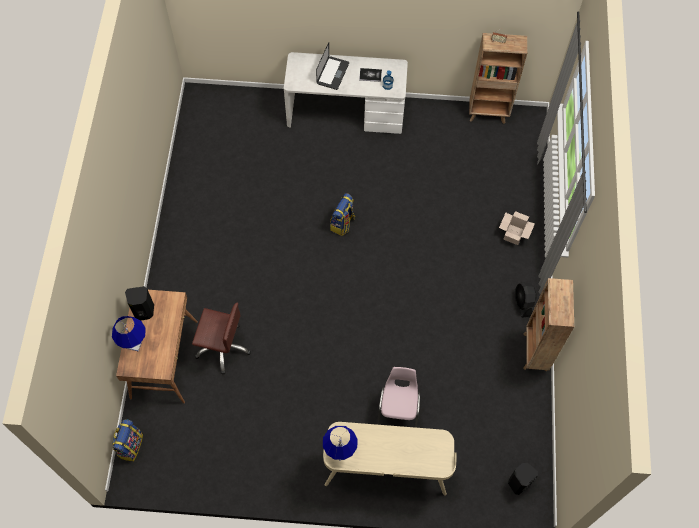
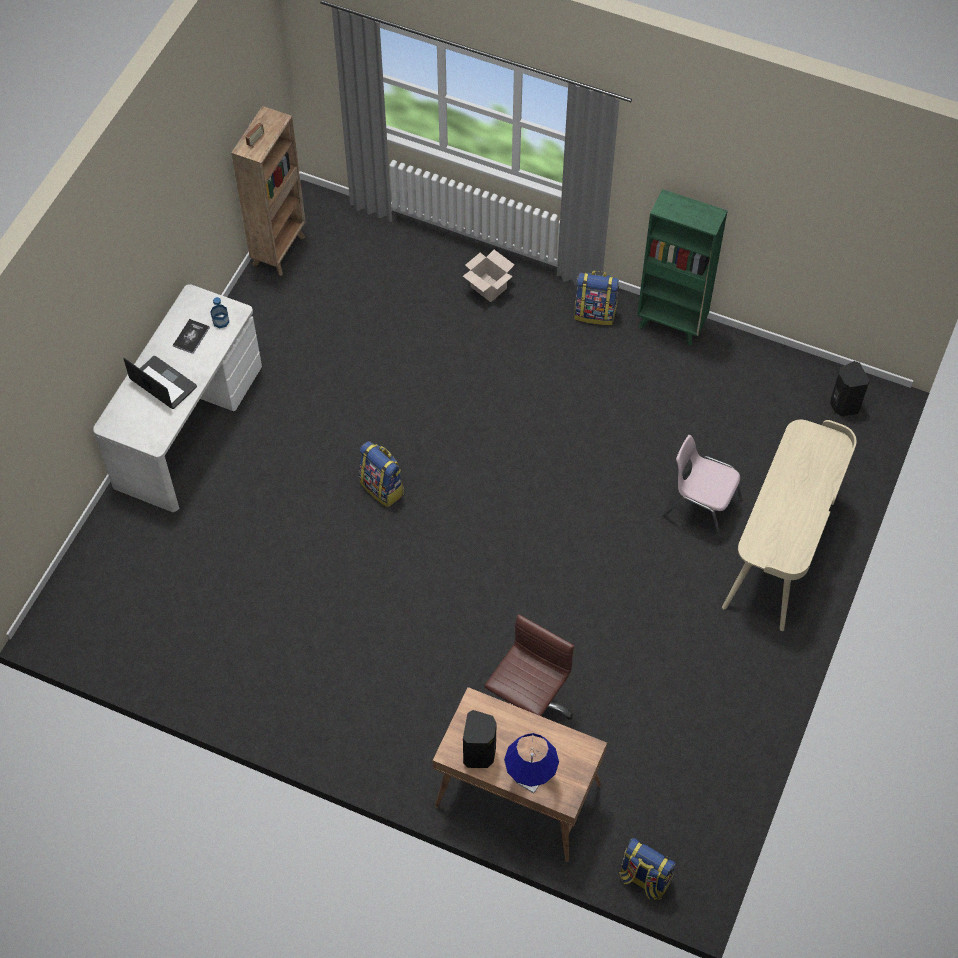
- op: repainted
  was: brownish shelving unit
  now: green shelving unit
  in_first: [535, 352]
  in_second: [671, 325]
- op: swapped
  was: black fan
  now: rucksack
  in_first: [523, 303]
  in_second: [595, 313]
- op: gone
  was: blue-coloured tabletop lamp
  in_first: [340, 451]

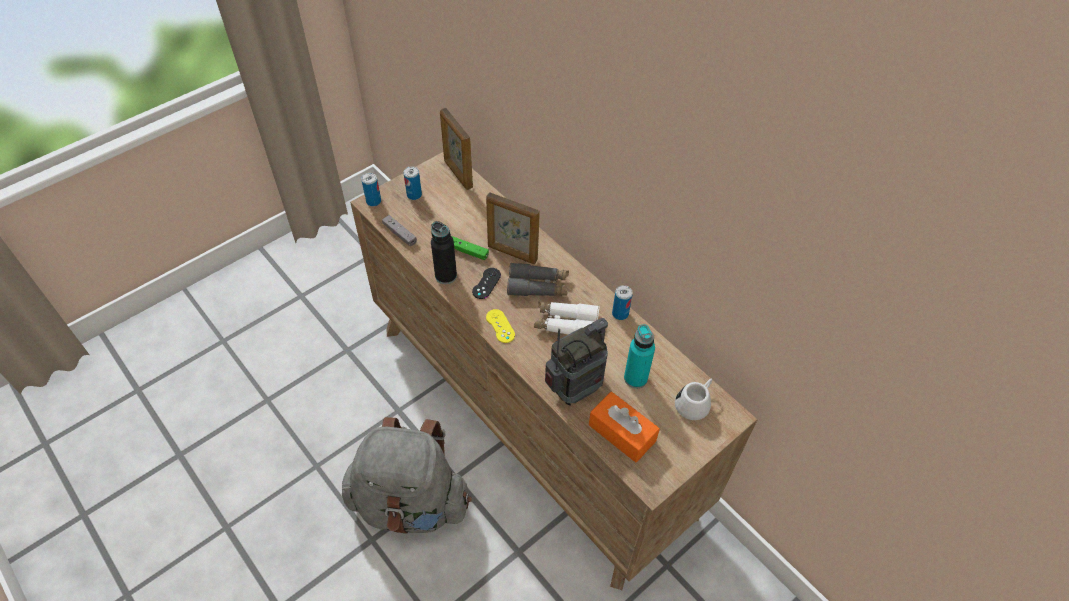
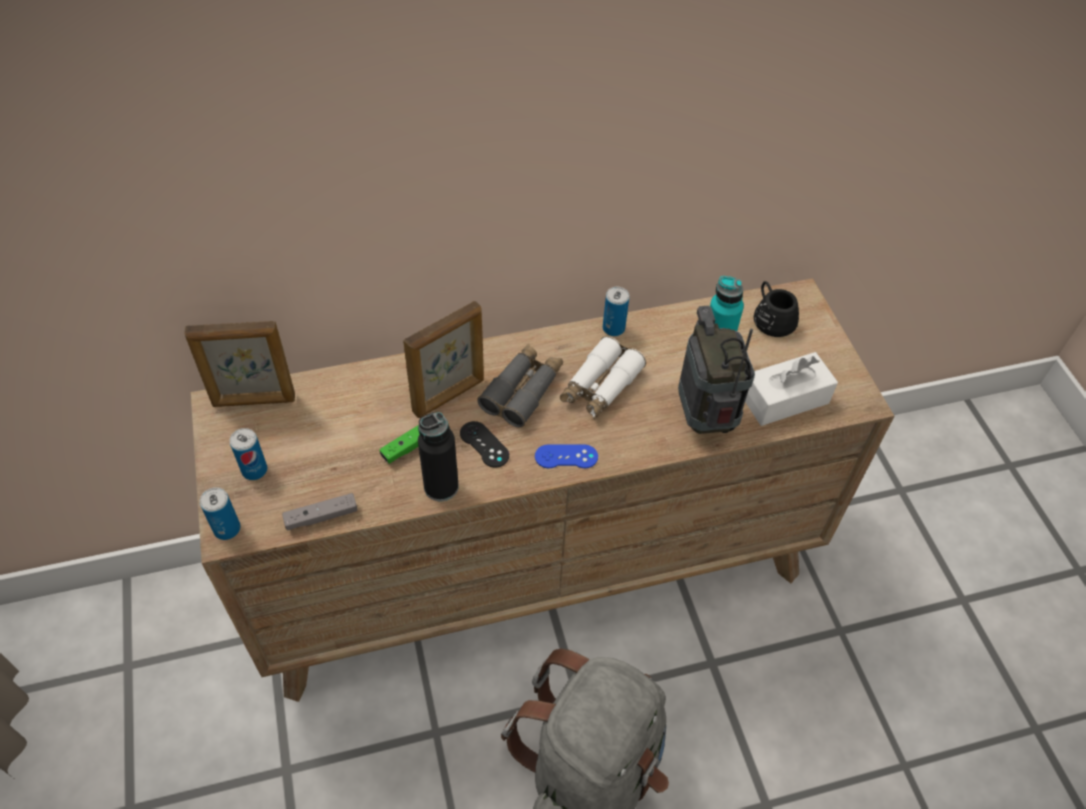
- op: repainted
  was: yellow game controller
  now: blue-coloured game controller
  in_first: [500, 326]
  in_second: [566, 457]
- op: repainted
  was: whitish tea mug
  now: black tea mug
  in_first: [694, 403]
  in_second: [771, 318]
- op: repainted
  was: orange-coloured tissue holder
  now: whitish tissue holder
  in_first: [622, 433]
  in_second: [784, 399]

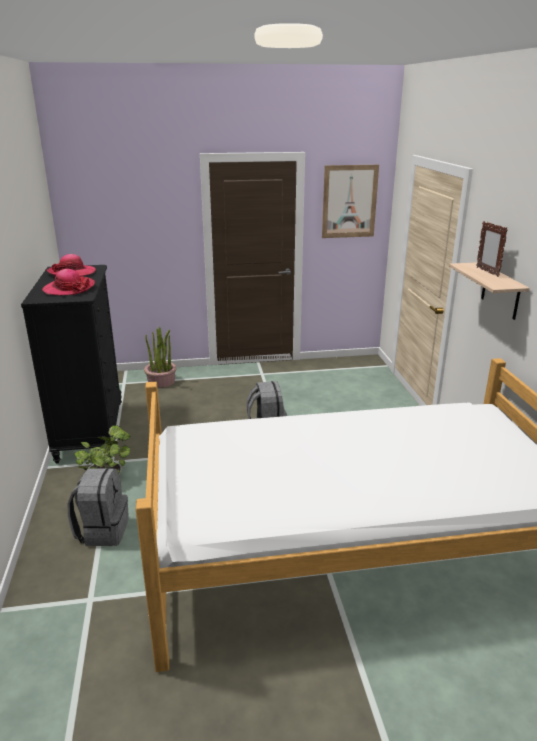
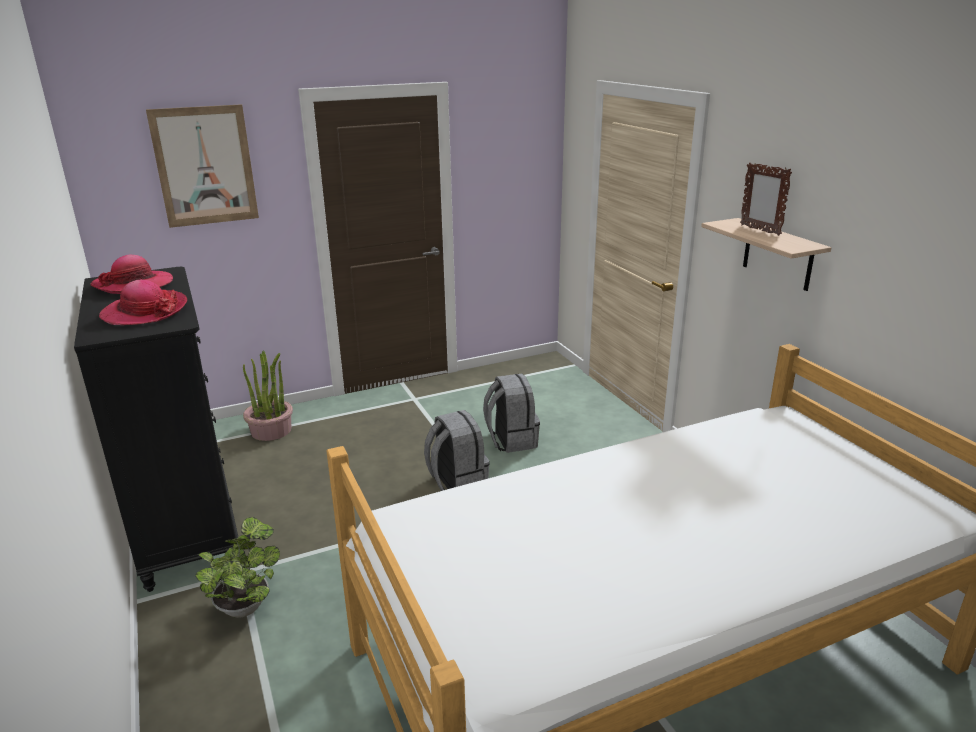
- op: shifted
  was: wall picture
  in_first: [349, 201]
  in_second: [205, 166]
- op: shifted
  was: greyish rucksack
  in_first: [102, 530]
  in_second: [511, 440]

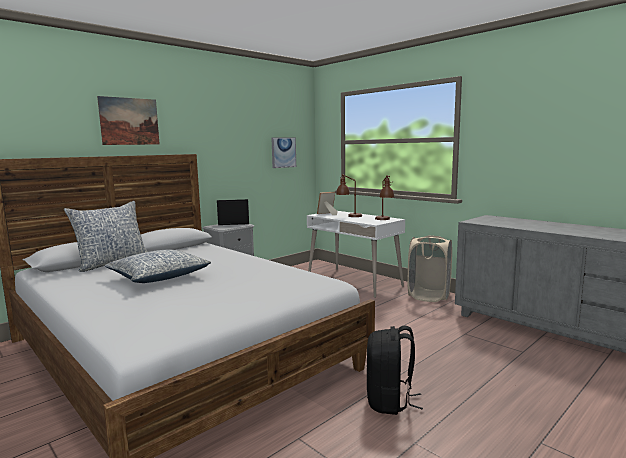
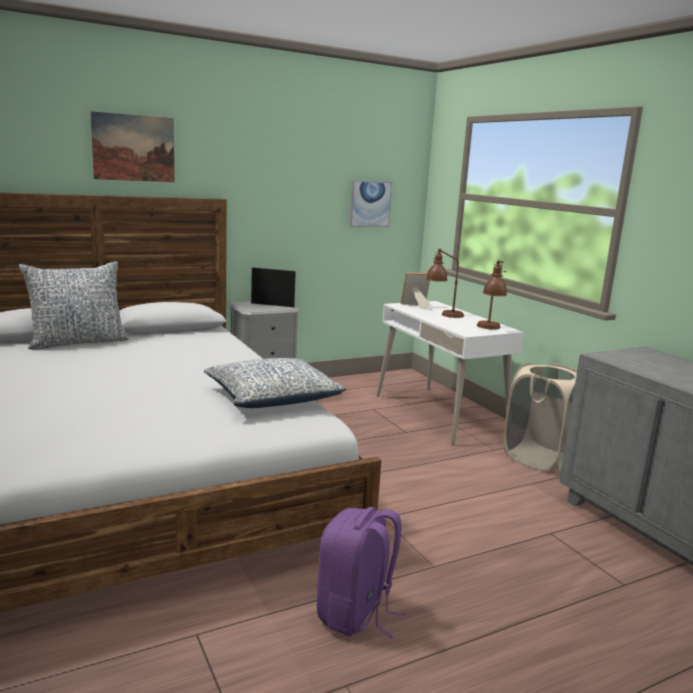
- op: shifted
  was: throw pillow
  in_first: [159, 277]
  in_second: [273, 398]
- op: repainted
  was: black rucksack
  now: purple-coloured rucksack
  in_first: [390, 401]
  in_second: [356, 614]

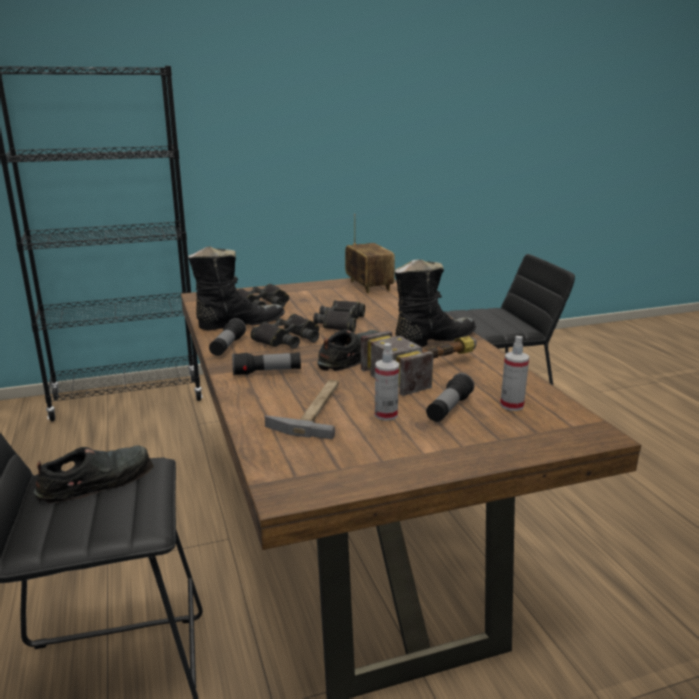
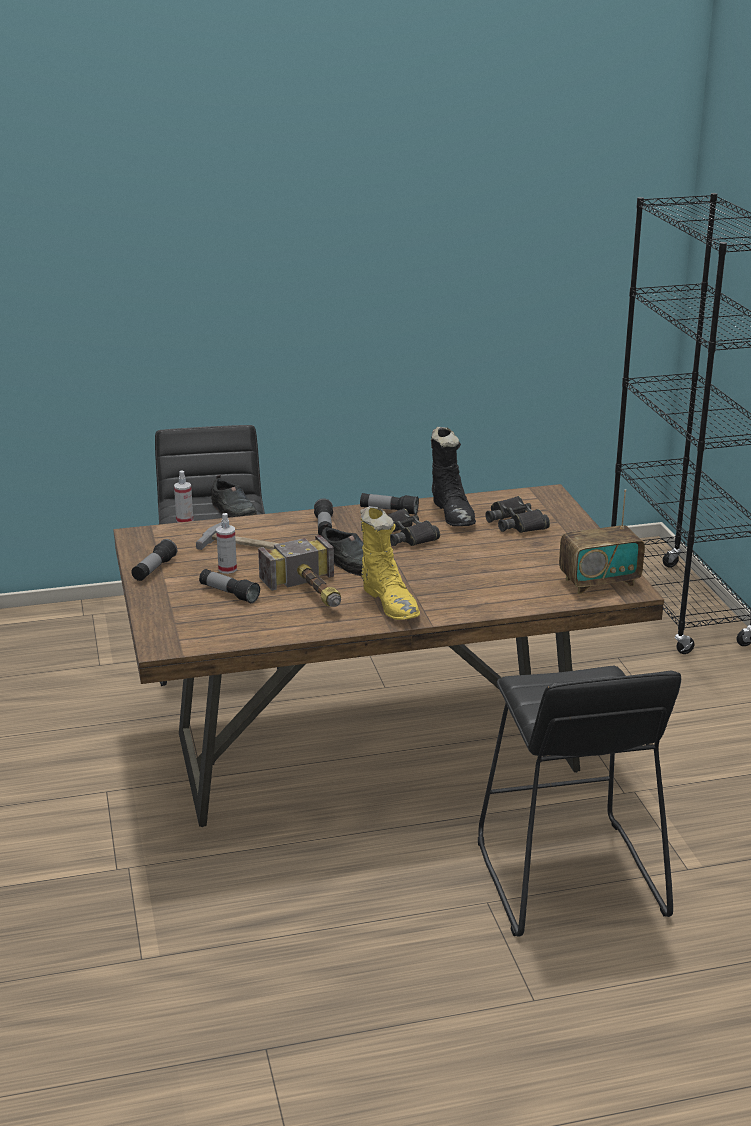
- op: repainted
  was: black boot
  now: yellow boot
  in_first: [433, 340]
  in_second: [389, 603]
- op: gone
  was: black binoculars
  in_first: [341, 322]
- op: shifted
  was: spray bottle
  in_first: [512, 405]
  in_second: [184, 521]
- op: new
  now: flashlight
  in_second: [154, 569]

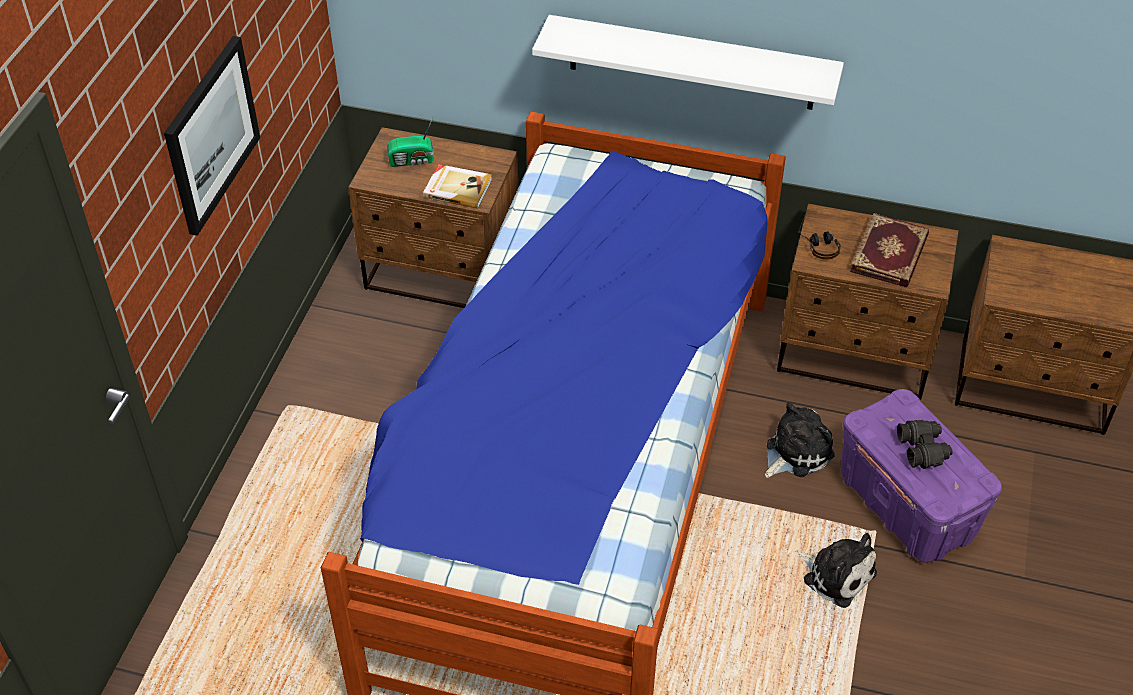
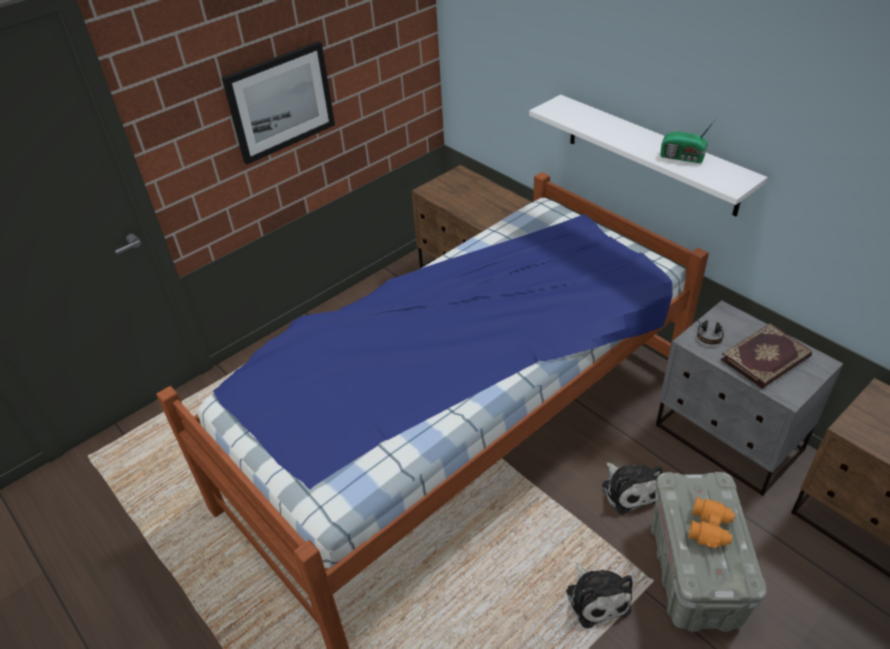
- op: shifted
  was: radio
  in_first: [412, 160]
  in_second: [683, 157]
- op: gone
  was: volume
  in_first: [457, 188]
- op: repainted
  was: brownish night table
  now: greyish night table
  in_first: [855, 355]
  in_second: [728, 439]
- op: repainted
  was: purple-coloured storage box
  now: greyish storage box
  in_first: [905, 505]
  in_second: [693, 572]
- op: rotated
  was: plush toy
  in_first: [795, 452]
  in_second: [629, 489]
  clockwise: 75
- op: repainted
  was: black binoculars
  now: orange-coloured binoculars
  in_first: [923, 449]
  in_second: [710, 528]

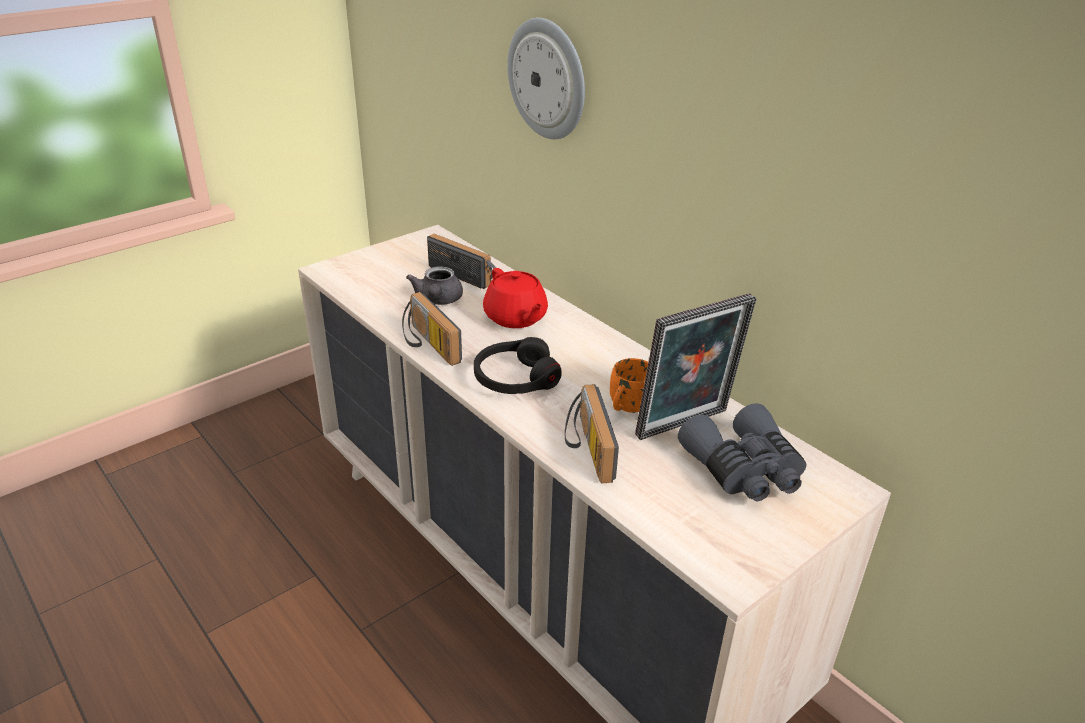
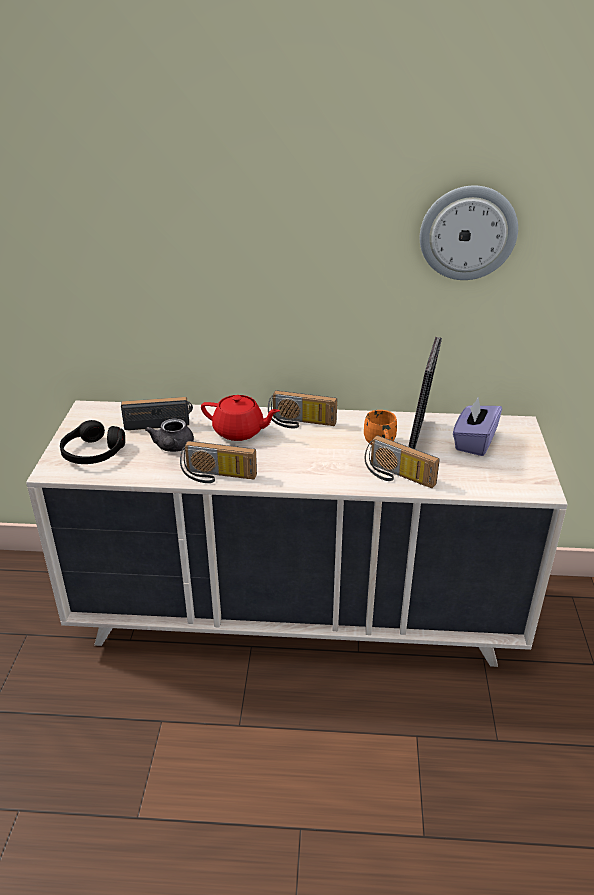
- op: shifted
  was: wall clock
  in_first: [548, 79]
  in_second: [468, 233]
- op: rotated
  was: greyish pot for tea
  in_first: [438, 300]
  in_second: [173, 447]
  clockwise: 45
- op: shifted
  was: black pair of headphones
  in_first: [515, 379]
  in_second: [93, 453]
- op: swapped
  was: greyish binoculars
  now: purple-coloured tissue holder
  in_first: [744, 470]
  in_second: [474, 442]
- op: new
  now: radio
  in_second: [300, 423]

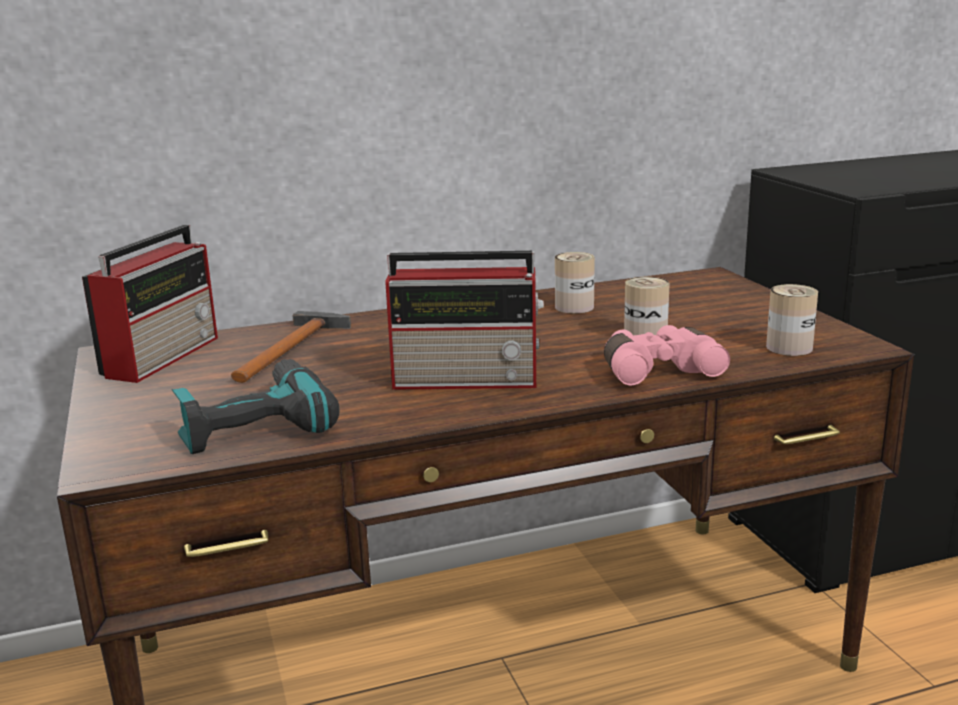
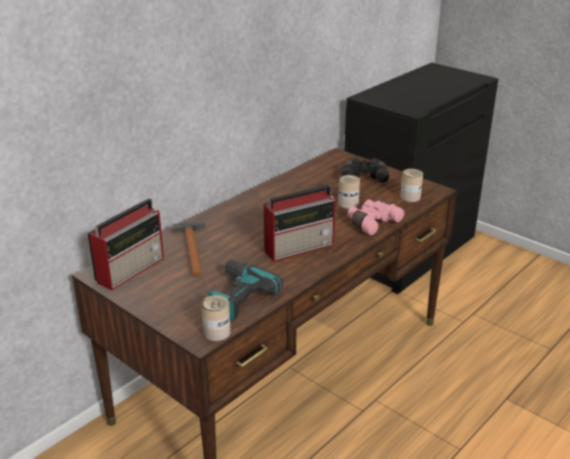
- op: rotated
  was: radio
  in_first: [164, 356]
  in_second: [132, 269]
  clockwise: 45
- op: shifted
  was: can
  in_first: [574, 307]
  in_second: [216, 332]
- op: new
  now: black binoculars
  in_second: [364, 176]

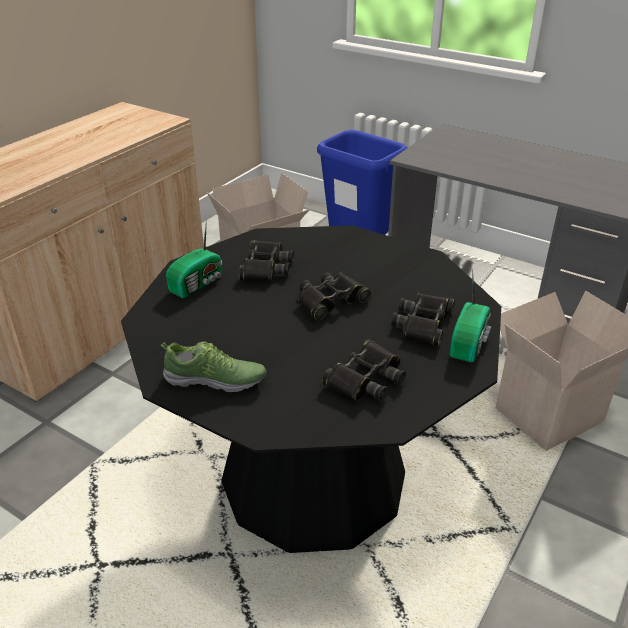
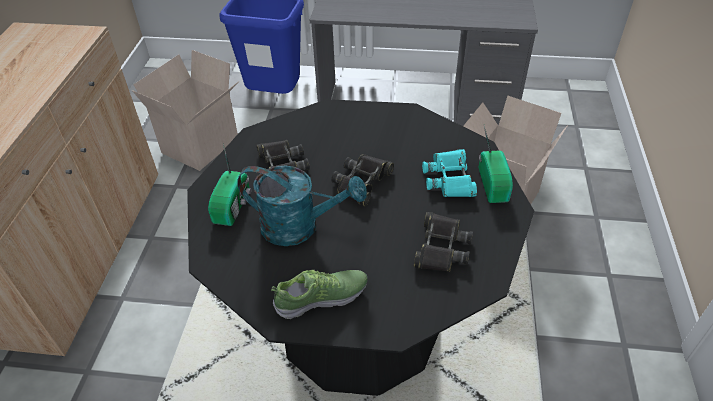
- op: repainted
  was: black binoculars
  now: turquoise-coloured binoculars
  in_first: [424, 324]
  in_second: [449, 179]
- op: new
  now: turquoise-coloured watering pot
  in_second: [300, 227]

